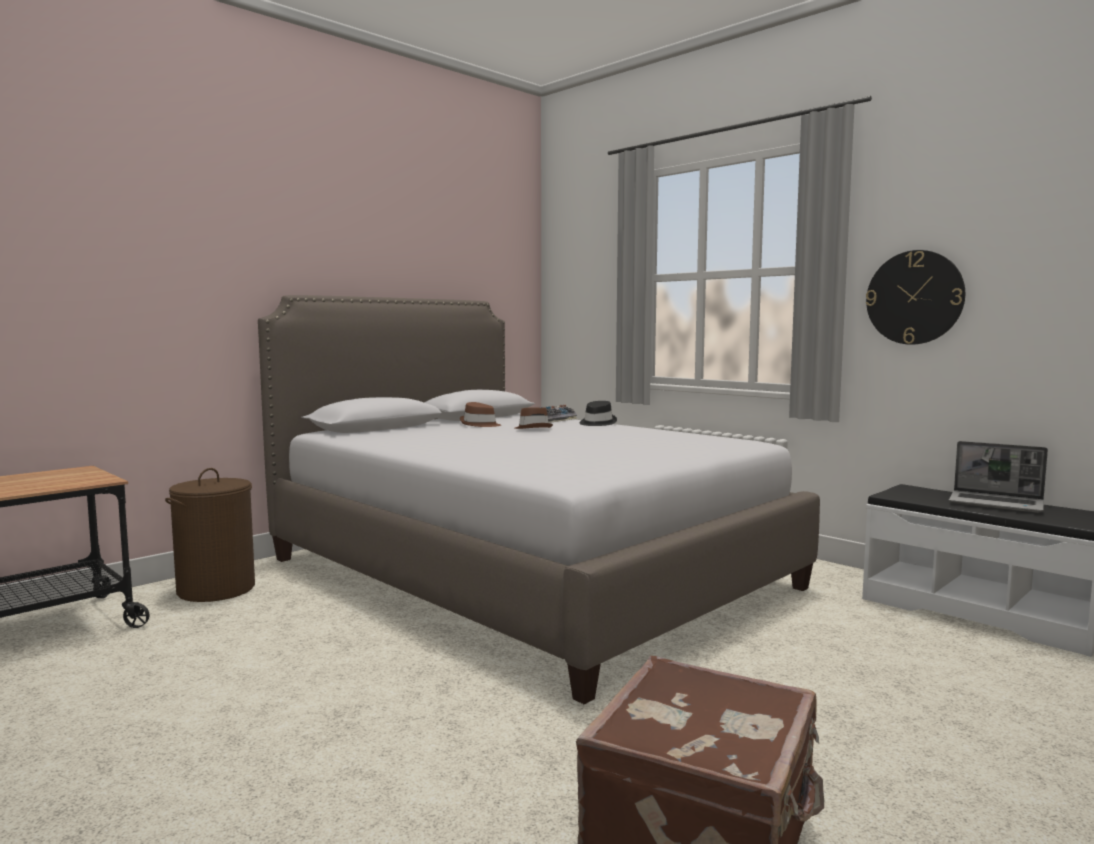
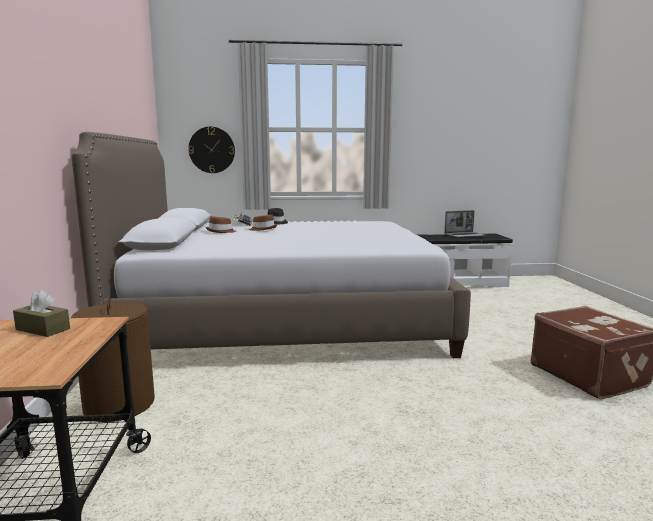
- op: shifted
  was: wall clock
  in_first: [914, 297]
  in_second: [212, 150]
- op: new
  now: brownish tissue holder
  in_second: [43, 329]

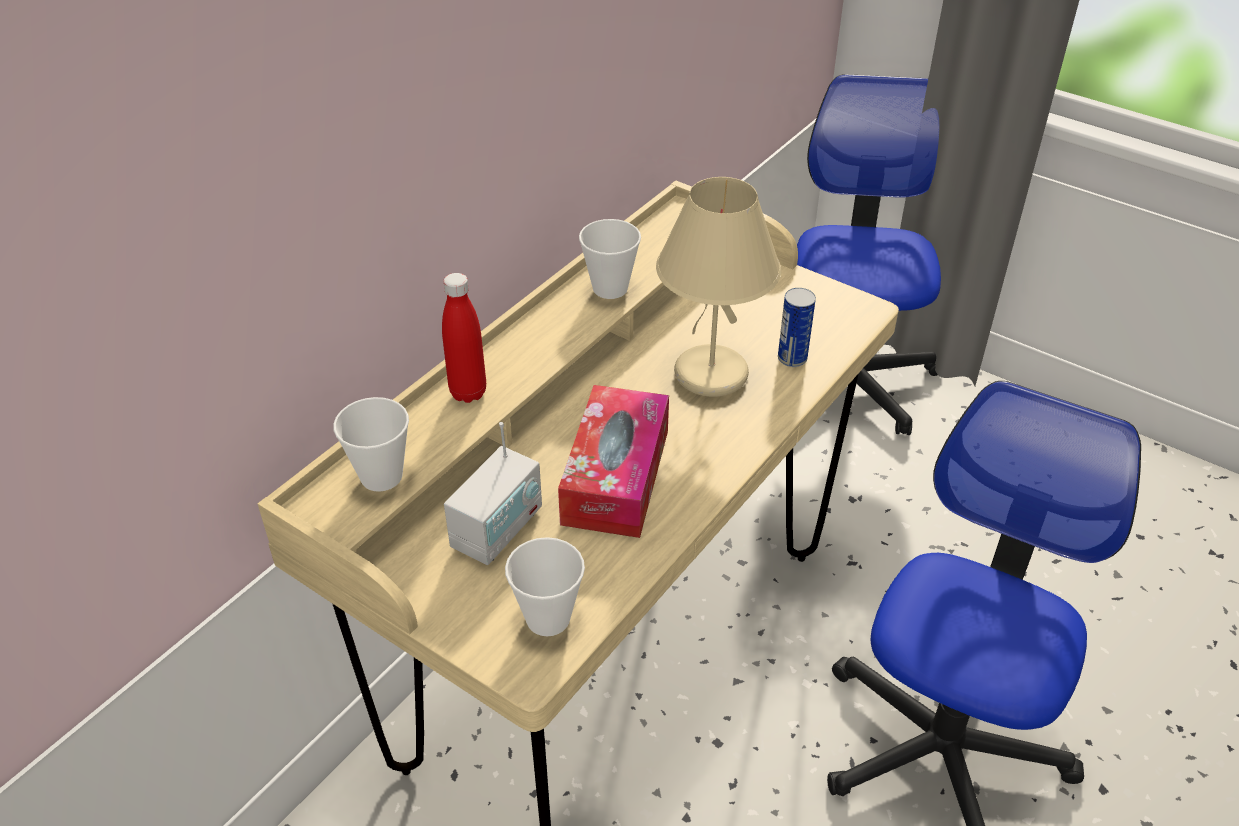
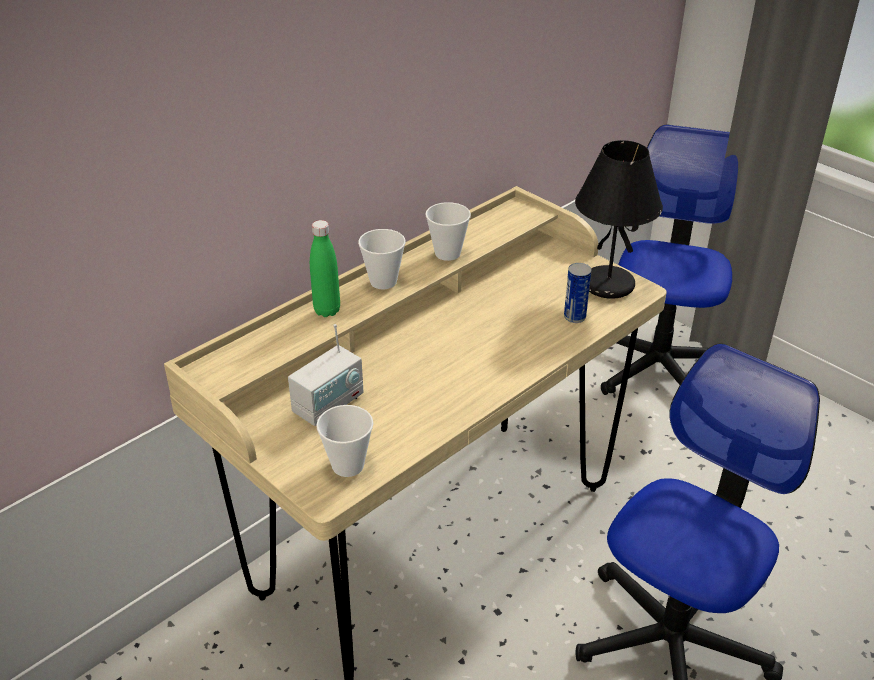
- op: gone
  was: beige-coloured tabletop lamp
  in_first: [710, 375]
- op: repainted
  was: reddish beverage bottle
  now: green beverage bottle
  in_first: [468, 392]
  in_second: [327, 310]
- op: gone
  was: tissue holder
  in_first: [616, 476]
- op: shifted
  was: drinking cup
  in_first: [381, 476]
  in_second: [383, 281]
- op: new
  now: black tabletop lamp
  in_second: [607, 285]

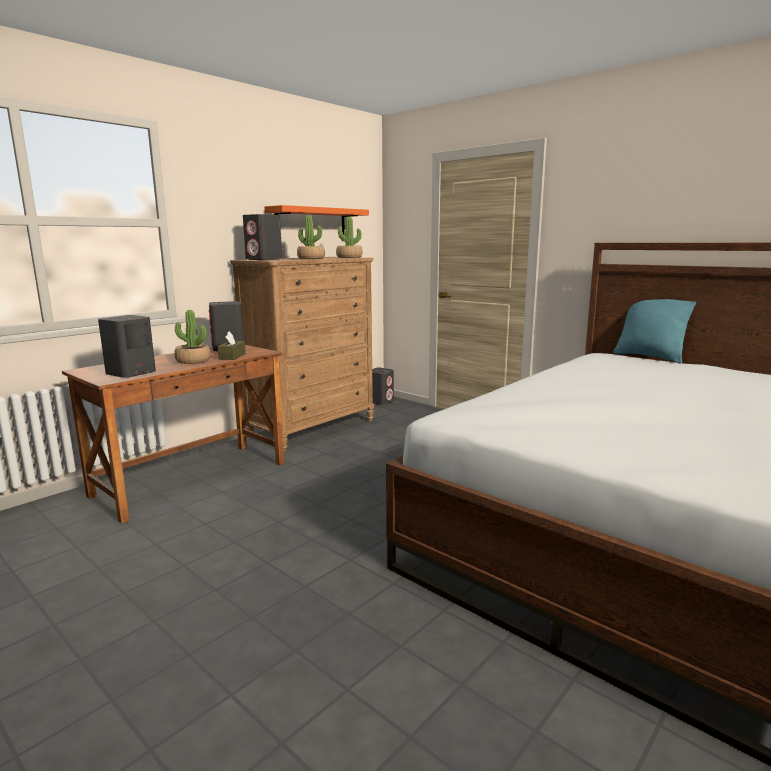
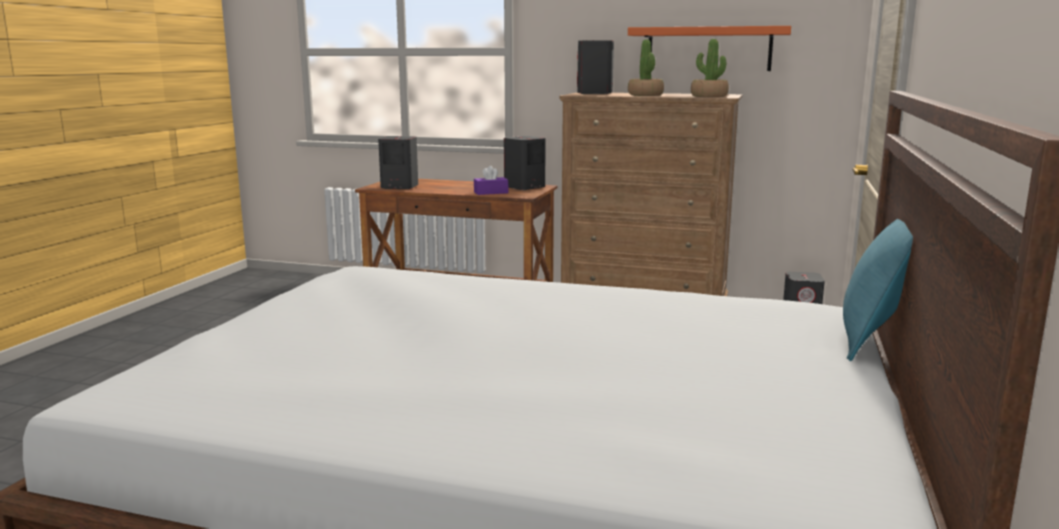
- op: gone
  was: houseplant
  in_first: [193, 361]
- op: repainted
  was: brownish tissue holder
  now: purple-coloured tissue holder
  in_first: [232, 356]
  in_second: [491, 192]

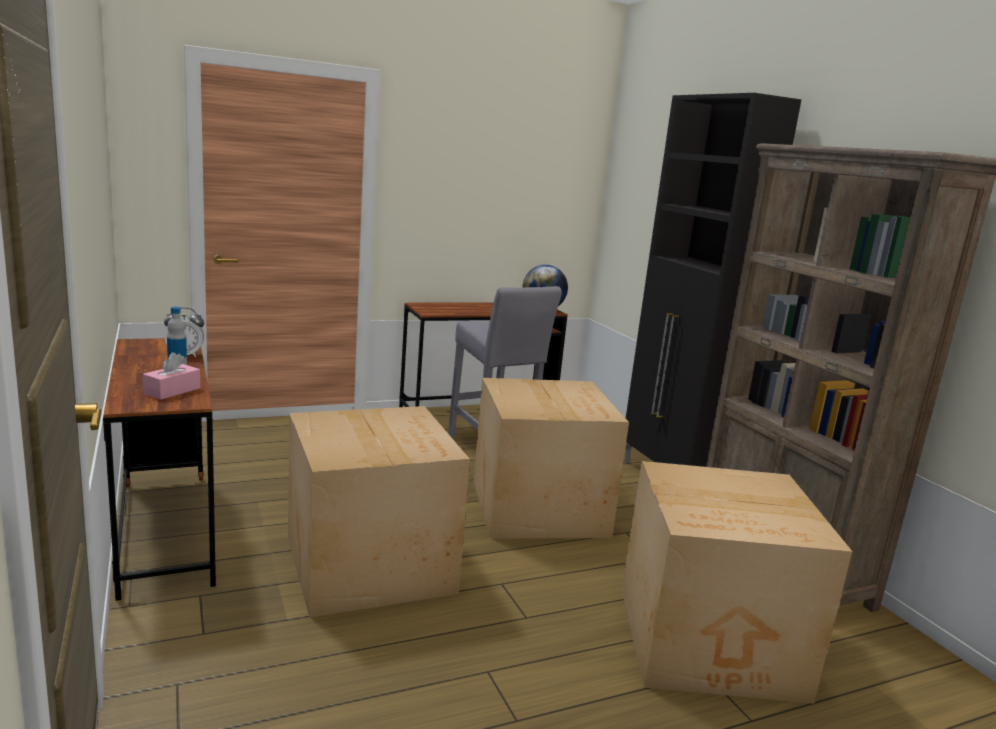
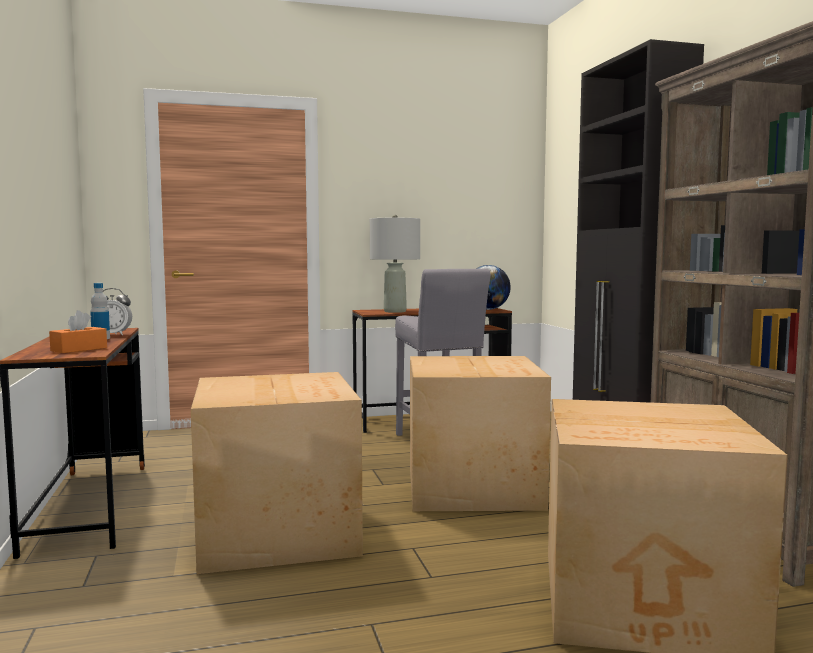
- op: repainted
  was: pinkish tissue holder
  now: orange-coloured tissue holder
  in_first: [172, 391]
  in_second: [79, 349]
- op: new
  now: greyish tabletop lamp
  in_second: [394, 311]

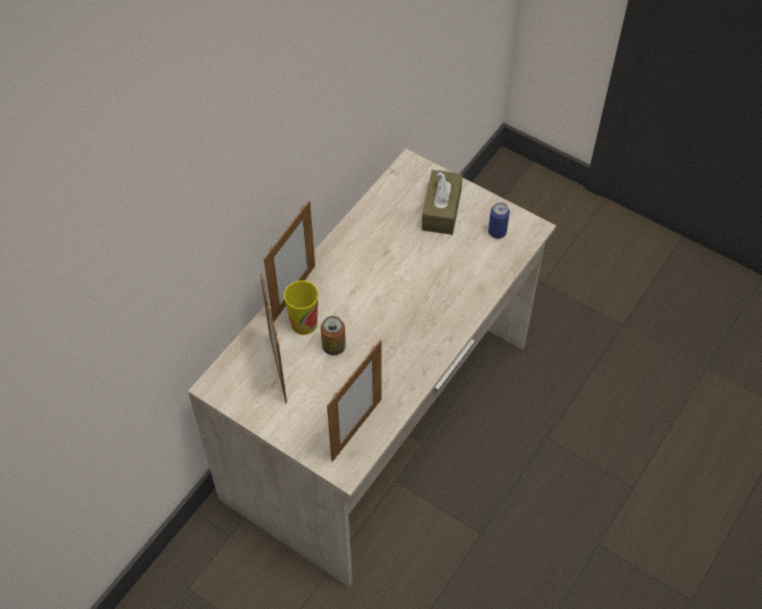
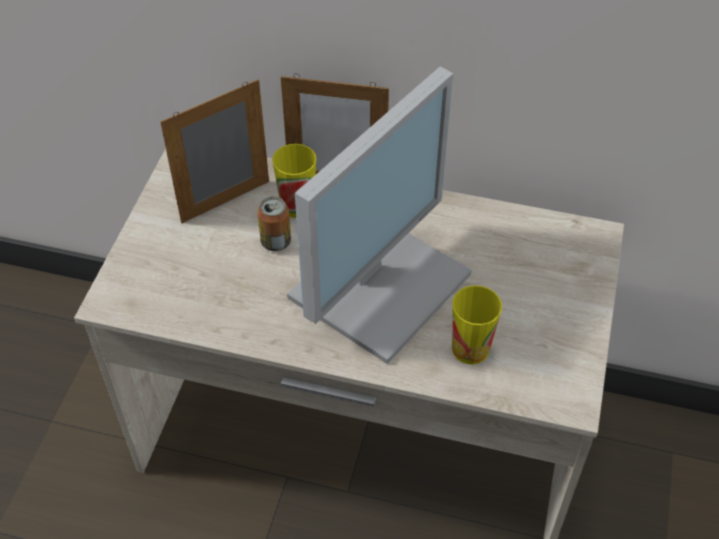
- op: gone
  was: brownish tissue holder
  in_first: [441, 210]
- op: gone
  was: can
  in_first: [497, 232]
- op: gone
  was: standing frame
  in_first: [356, 429]
- op: new
  now: computer display
  in_second: [379, 283]
- op: new
  now: drinking cup
  in_second: [470, 348]

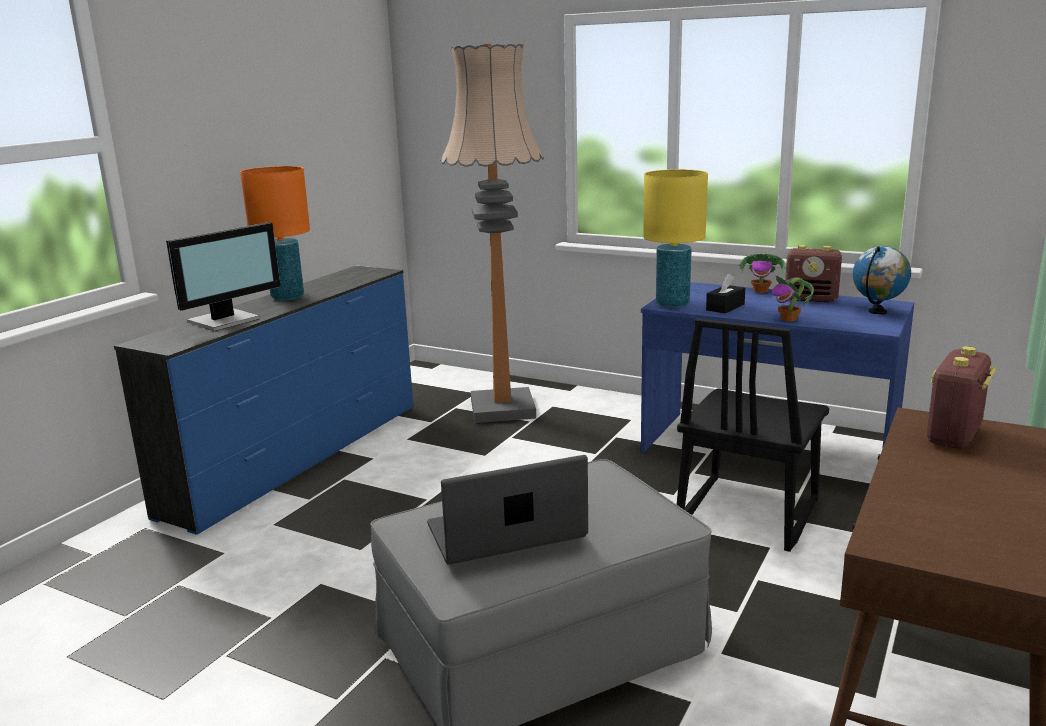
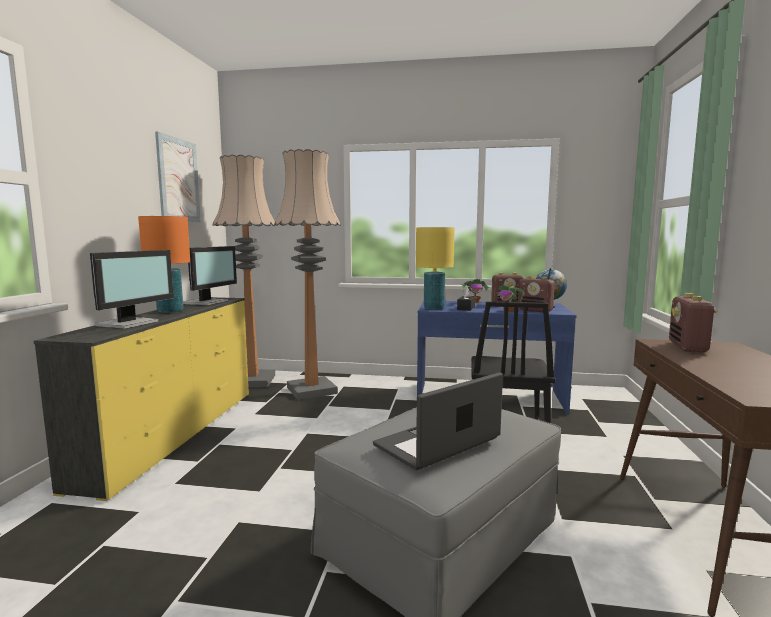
- op: repainted
  was: blue-coloured drawer chest
  now: yellow drawer chest
  in_first: [299, 457]
  in_second: [175, 433]
- op: new
  now: wall picture
  in_second: [178, 180]
- op: new
  now: standing lamp
  in_second: [252, 381]
- op: new
  now: computer display
  in_second: [207, 302]
- op: new
  now: radio
  in_second: [535, 310]

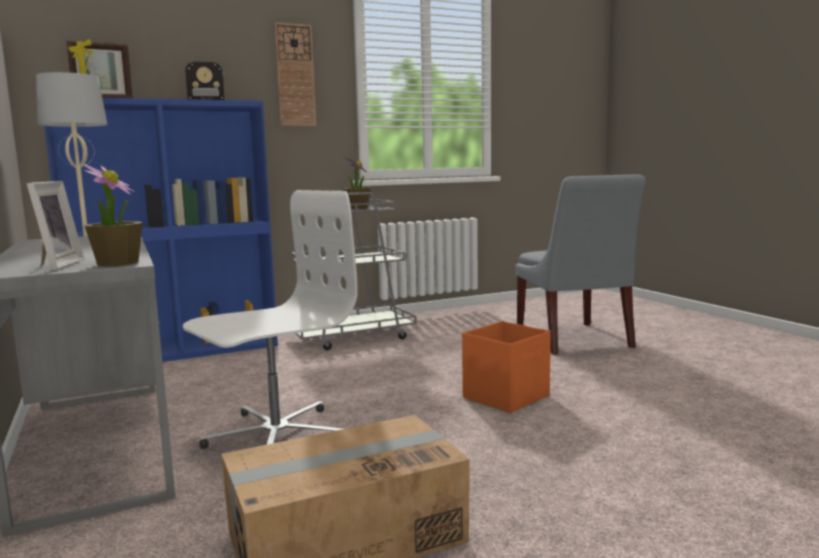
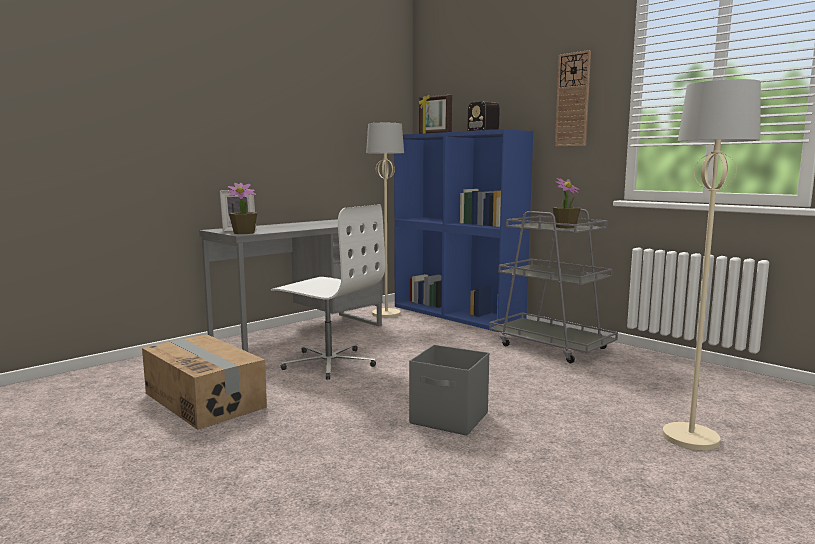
- op: swapped
  was: greyish plain chair
  now: beige-coloured standing lamp
  in_first: [574, 339]
  in_second: [689, 438]
- op: repainted
  was: orange-coloured storage box
  now: greyish storage box
  in_first: [507, 396]
  in_second: [450, 419]

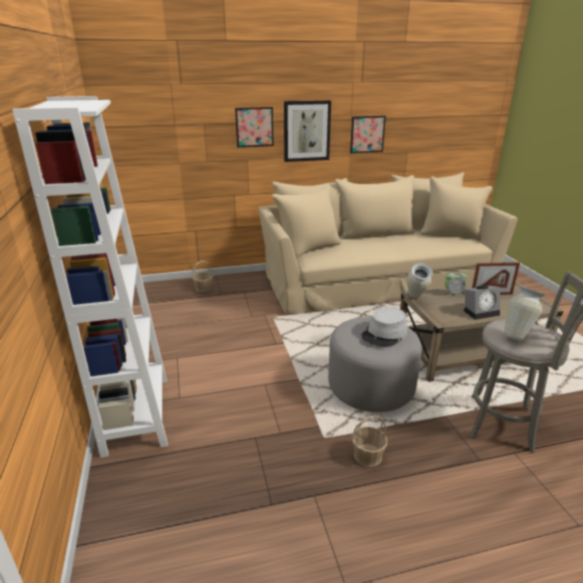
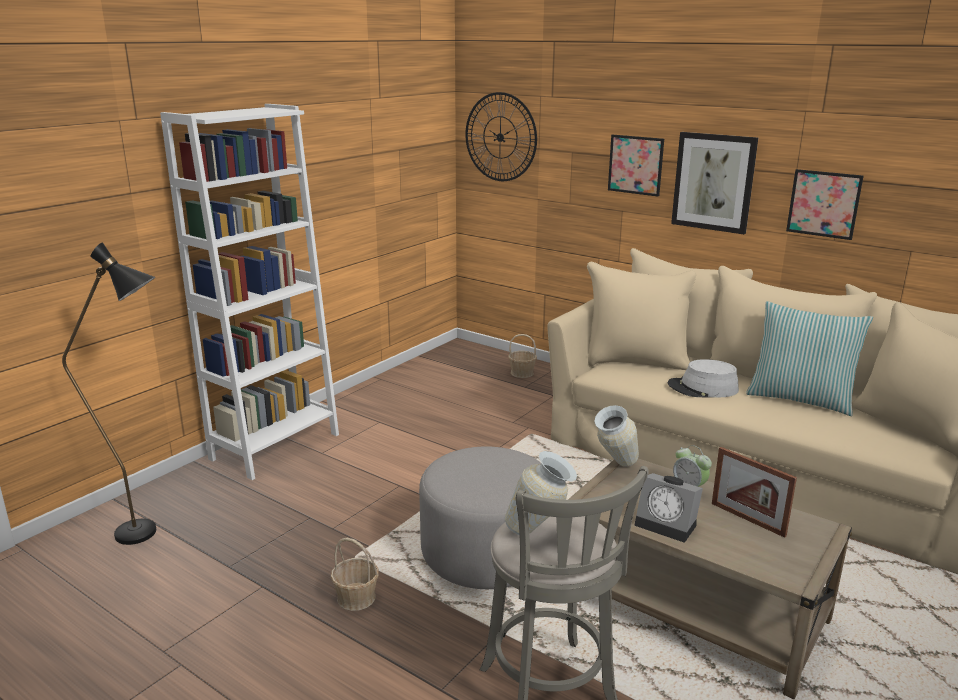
- op: shifted
  was: greyish hat
  in_first: [385, 334]
  in_second: [702, 388]
- op: new
  now: wall clock
  in_second: [500, 137]
- op: new
  now: black standing lamp
  in_second: [150, 534]
- op: new
  now: throw pillow
  in_second: [800, 399]

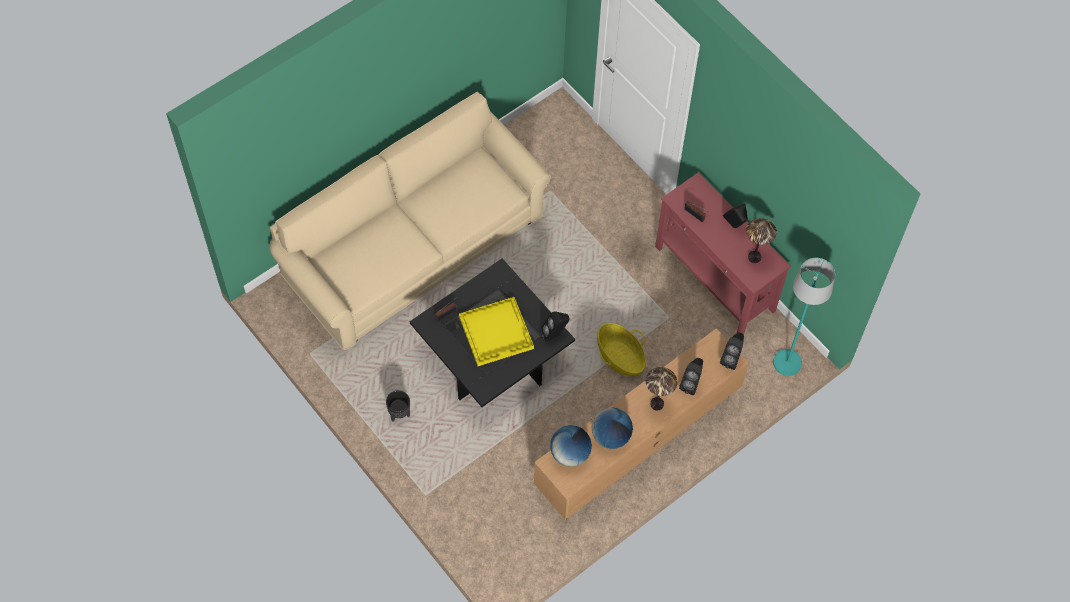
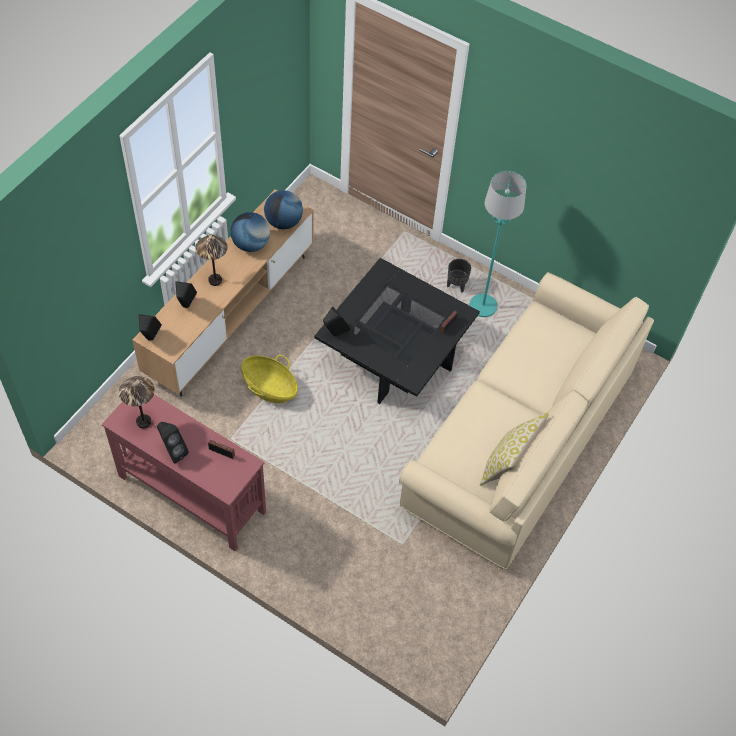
- op: shifted
  was: turquoise-coloured standing lamp
  in_first: [787, 363]
  in_second: [482, 306]
- op: gone
  was: yellow carrying tray
  in_first: [496, 331]
- op: new
  now: throw pillow
  in_second: [508, 465]

